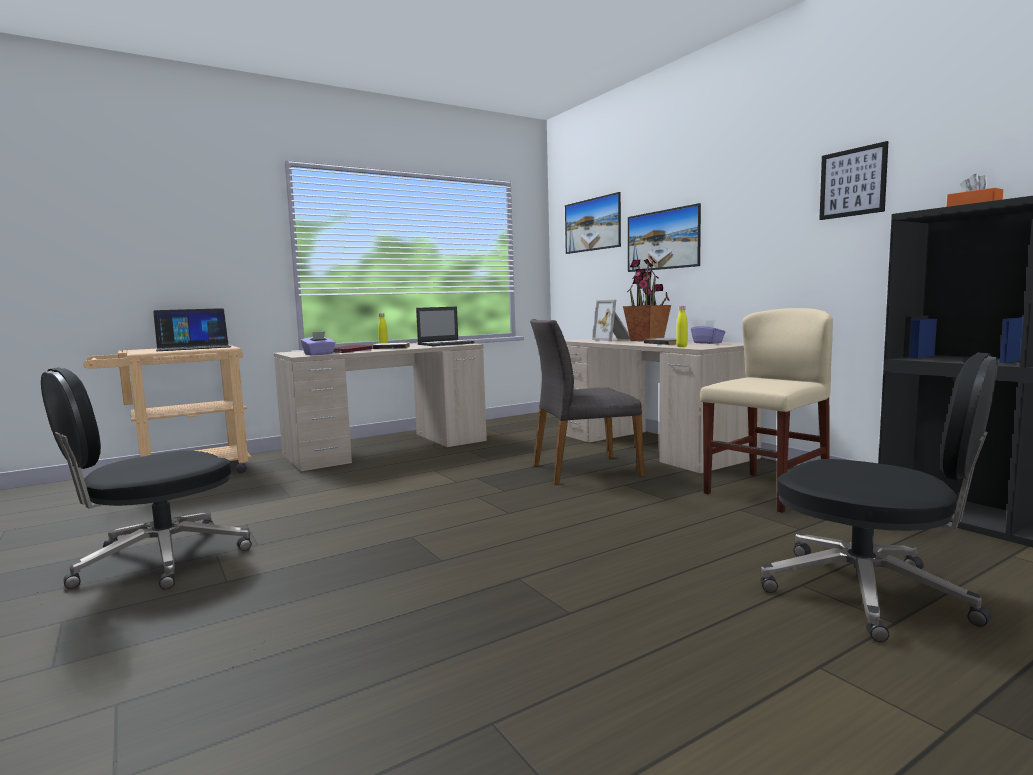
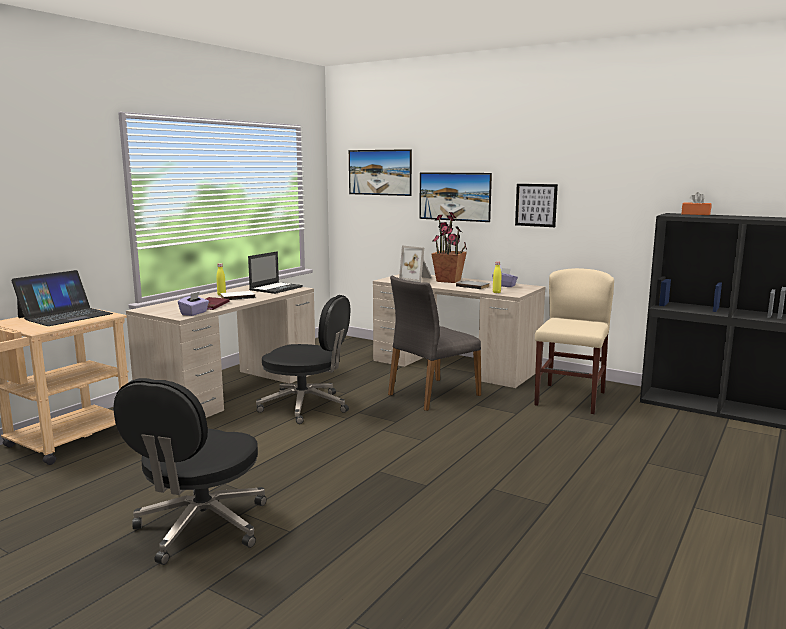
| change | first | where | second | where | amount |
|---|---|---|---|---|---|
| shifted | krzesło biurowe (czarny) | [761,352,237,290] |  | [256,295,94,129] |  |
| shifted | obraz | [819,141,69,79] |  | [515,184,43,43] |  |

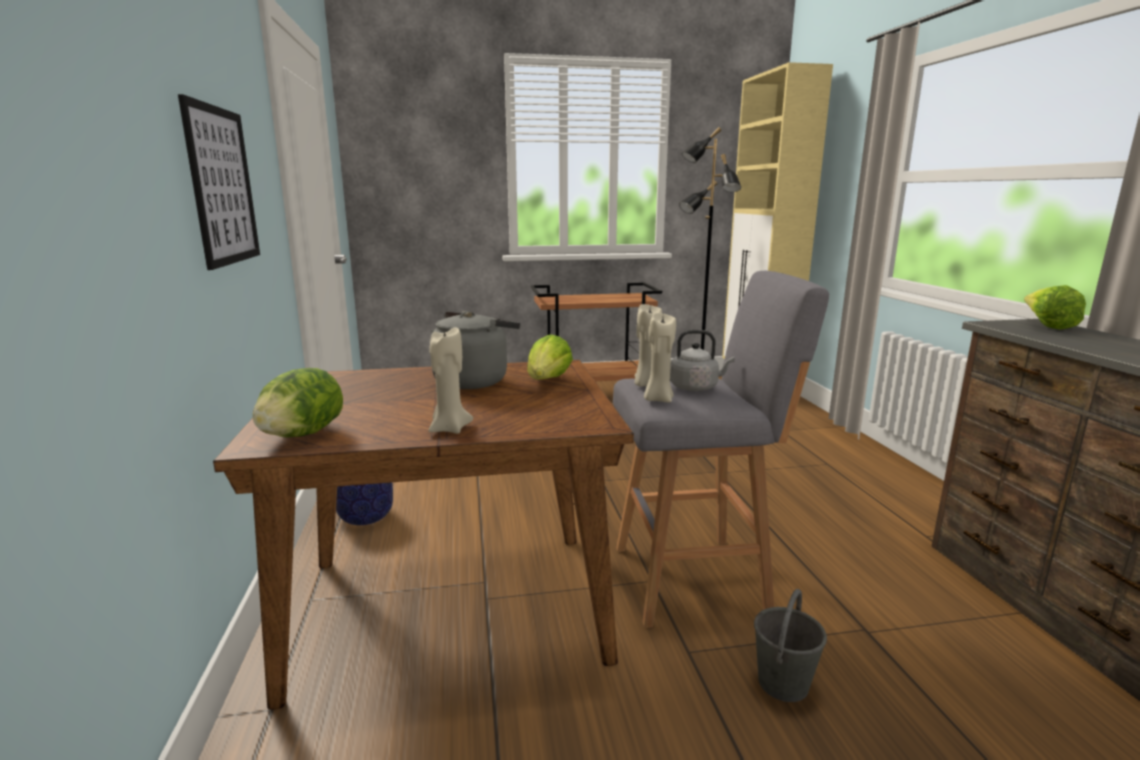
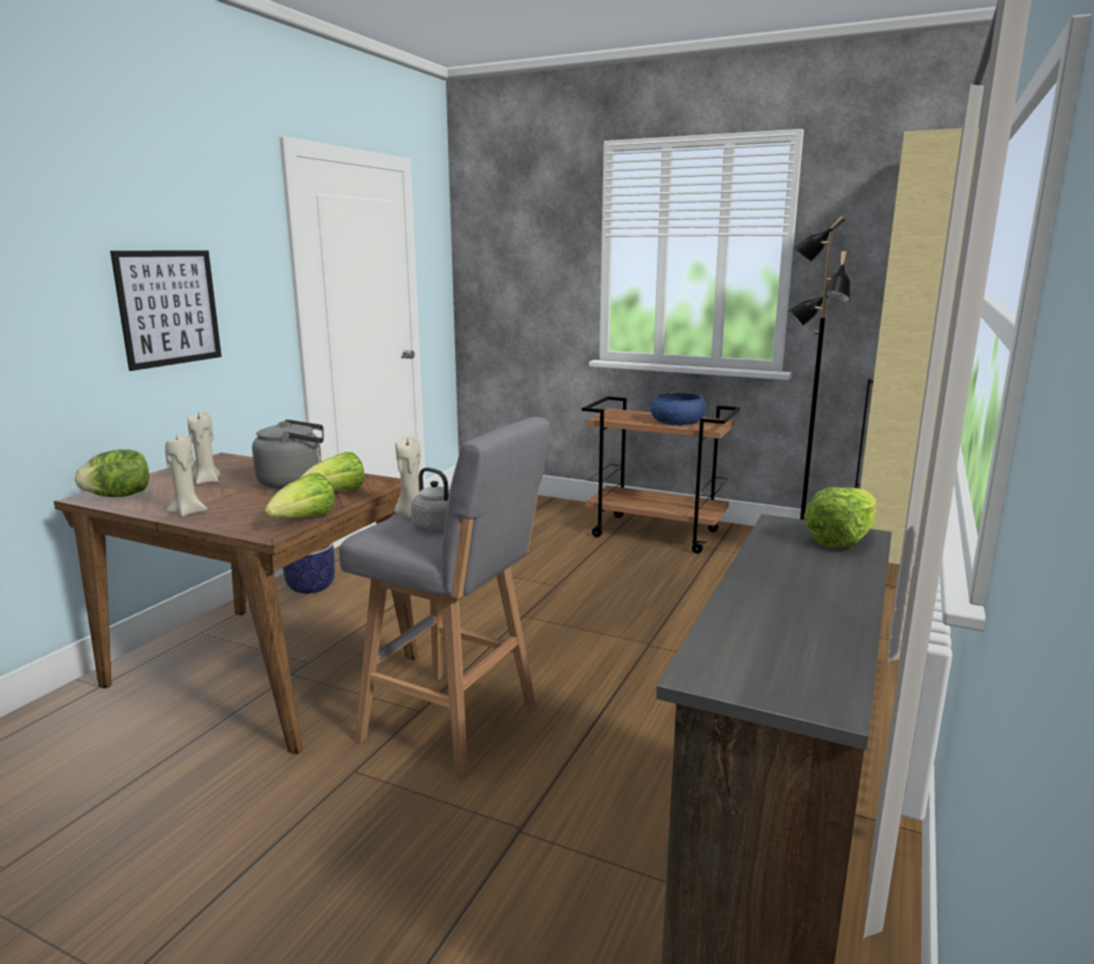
| change | first | where | second | where | amount |
|---|---|---|---|---|---|
| shifted | świeca (beżowy) | [644,313,32,90] |  | [188,411,32,73] |  |
| gone | wiadro (szary) | [754,589,73,113] |  |  |  |
| new |  |  | sałata | [265,473,70,45] |  |
| new |  |  | miska (niebieski) | [651,392,55,33] |  |

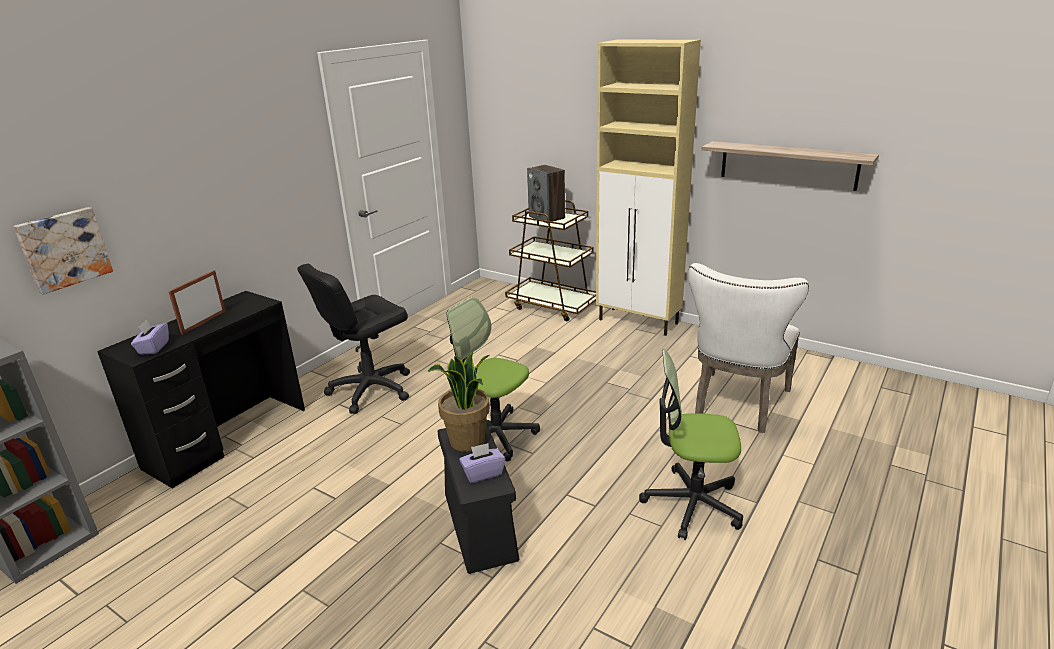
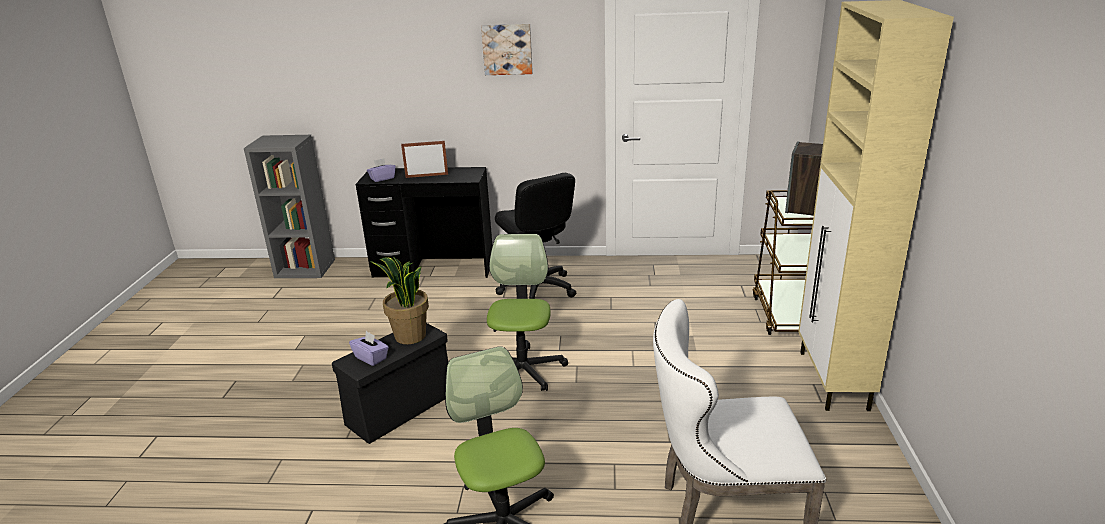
| change | first | where | second | where | amount |
|---|---|---|---|---|---|
| shifted | obraz | [14,207,99,88] |  | [481,24,52,51] |  |
| rotated | krzesło biurowe (czarny) | [297,264,113,150] |  | [495,173,81,126] | 135 degrees counterclockwise |
| gone | półka | [702,141,177,50] |  |  |  |

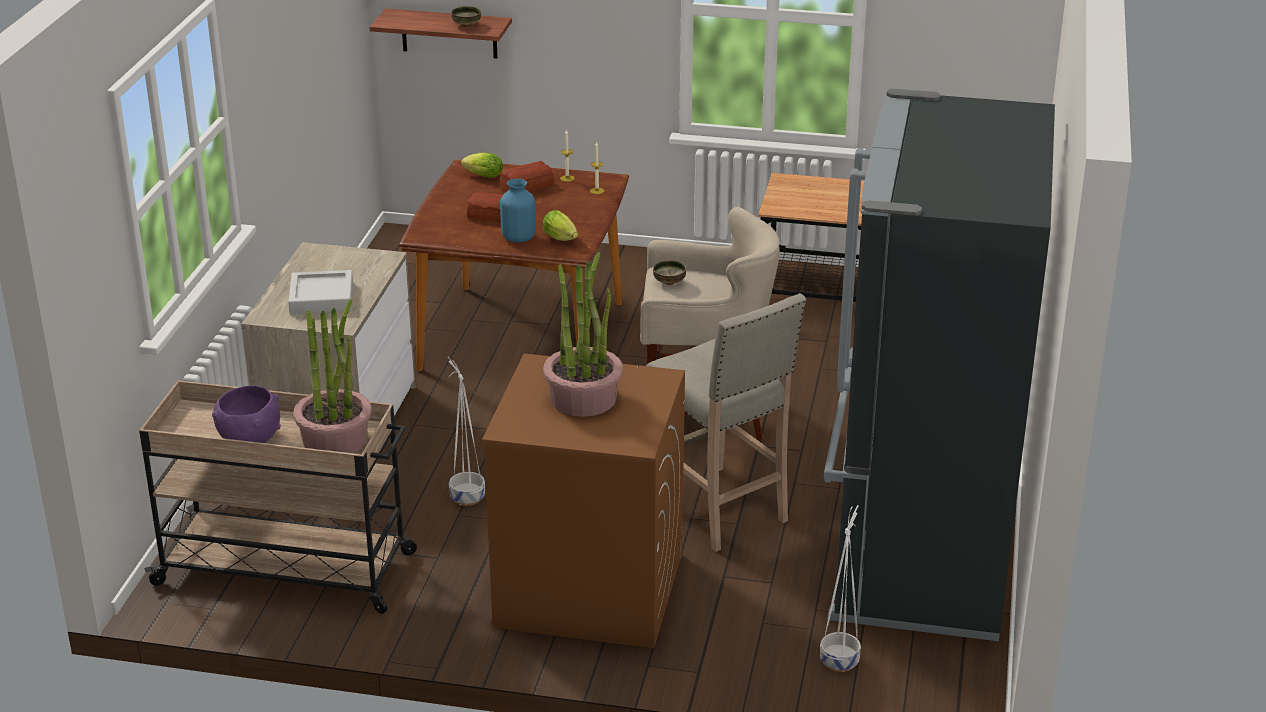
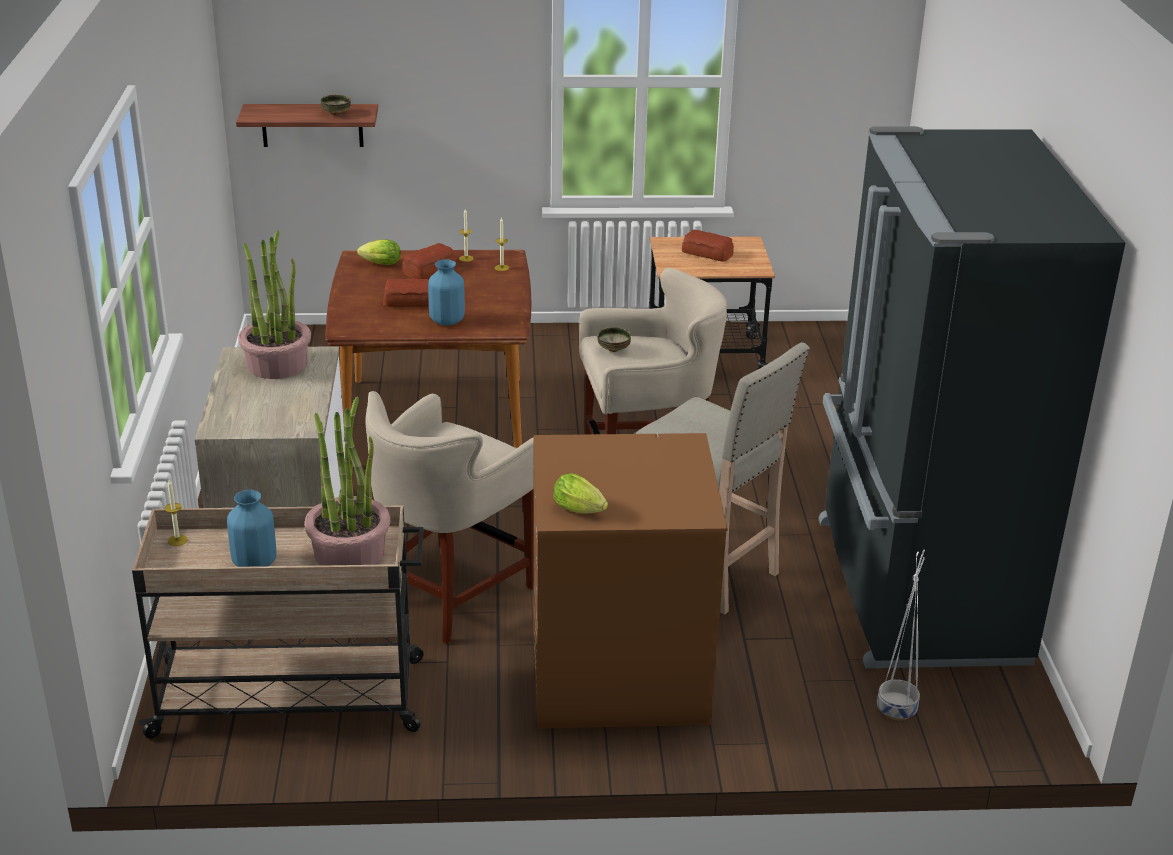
| change | first | where | second | where | amount |
|---|---|---|---|---|---|
| swapped | miska (fioletowy) | [212,385,69,58] | wazon (niebieski) | [227,490,50,77] |  |
| gone | taca (szary) | [288,270,65,45] |  |  |  |
| swapped | donica (biały) | [448,356,37,150] | stołek (beżowy) | [366,391,168,253] |  |
| shifted | sałata | [543,210,35,31] |  | [553,473,55,41] |  |
| shifted | roślina doniczkowa | [543,252,80,165] |  | [238,230,73,149] |  |
| new |  |  | świeca | [165,480,23,66] |  |
| new |  |  | chleb | [682,230,52,32] |  |

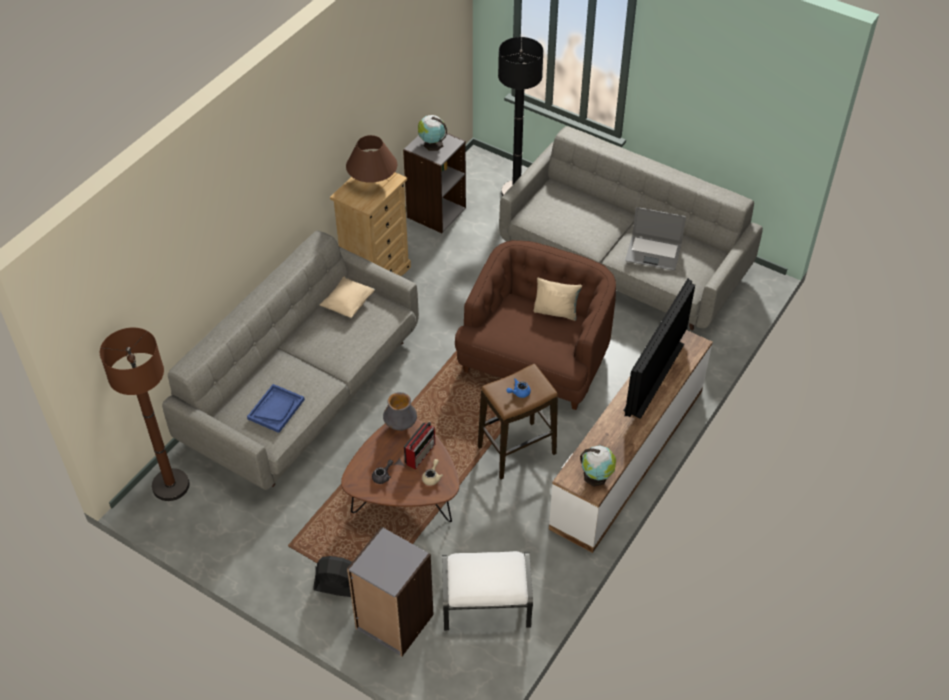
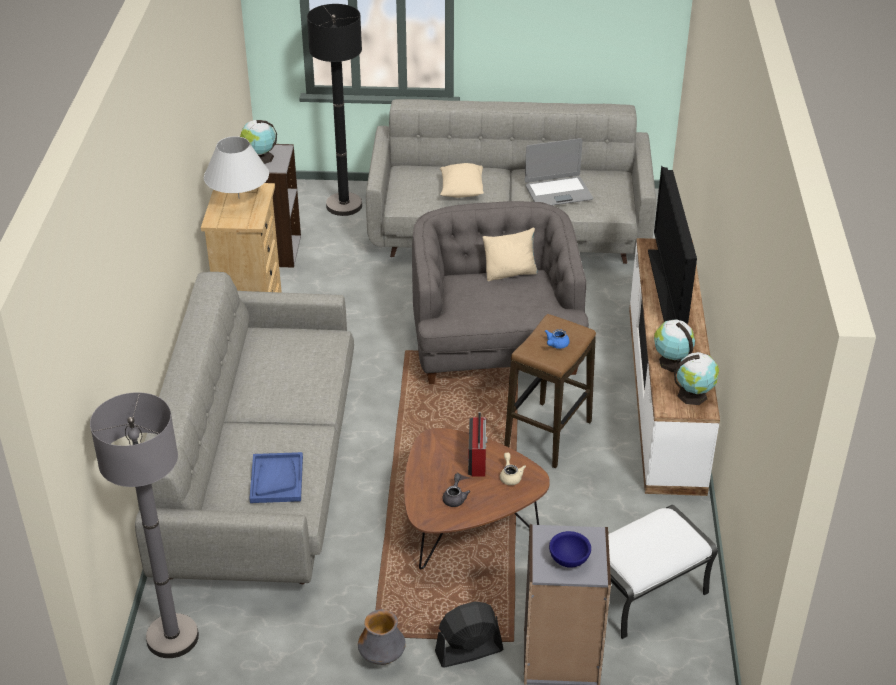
| change | first | where | second | where | amount |
|---|---|---|---|---|---|
| repainted | lampa stojąca (brązowy) | [100,328,90,173] | lampa stojąca (szary) | [90,392,109,266] |  |
| shifted | poduszka (beżowy) | [319,277,56,41] |  | [440,163,44,35] |  |
| repainted | lampa stołowa (brązowy) | [346,135,51,48] | lampa stołowa (biały) | [204,136,65,63] |  |
| shifted | wazon | [383,392,34,39] |  | [358,609,48,56] |  |
| repainted | fotel (brązowy) | [455,240,161,170] | fotel (szary) | [412,201,177,184] |  |
| new |  |  | miska (niebieski) | [549,531,42,37] |  |
| new |  |  | globus | [654,319,41,53] |  |

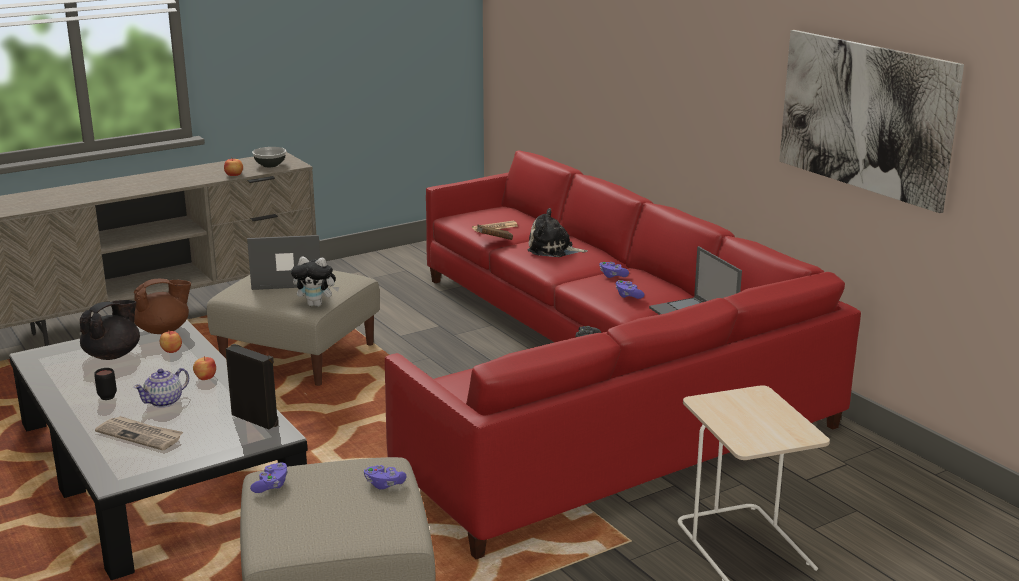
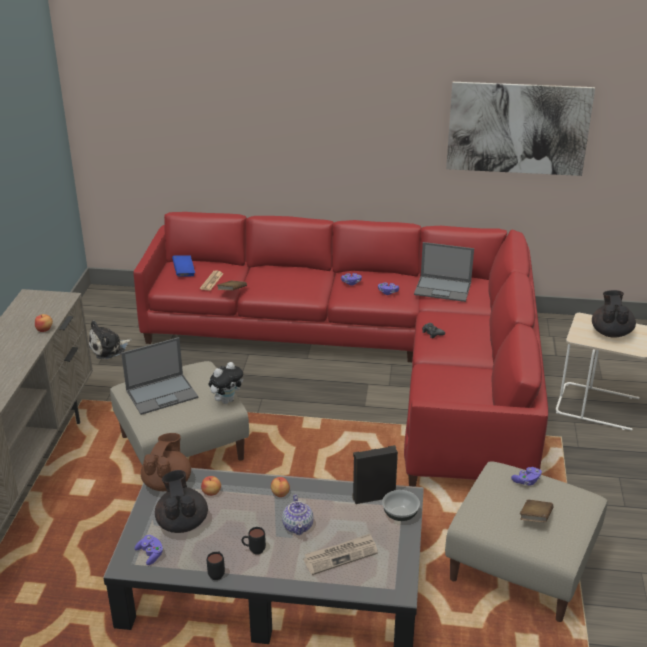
| change | first | where | second | where | amount |
|---|---|---|---|---|---|
| rotated | laptop | [247,235,73,55] |  | [121,337,77,78] | 150 degrees counterclockwise |
| shifted | pad do gier (fioletowy) | [250,463,38,30] |  | [134,535,29,30] |  |
| shifted | miska | [252,147,34,20] |  | [382,490,38,31] |  |
| shifted | pluszak | [528,208,60,49] |  | [89,320,43,39] |  |
| new |  |  | książka (niebieski) | [172,255,23,21] |  |
| new |  |  | kubek (czarny) | [207,551,18,29] |  |
| new |  |  | książka (brązowy) | [520,500,34,22] |  |
| new |  |  | imbryk (czarny) | [592,290,44,48] |  |

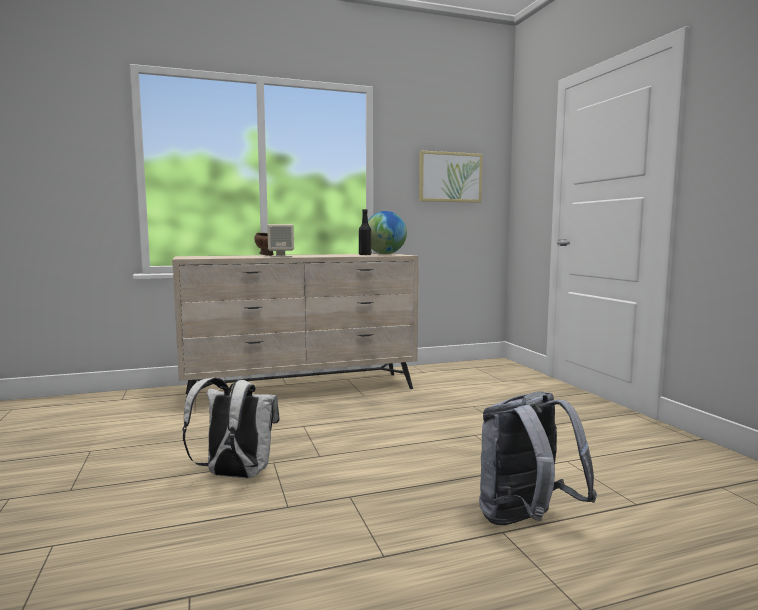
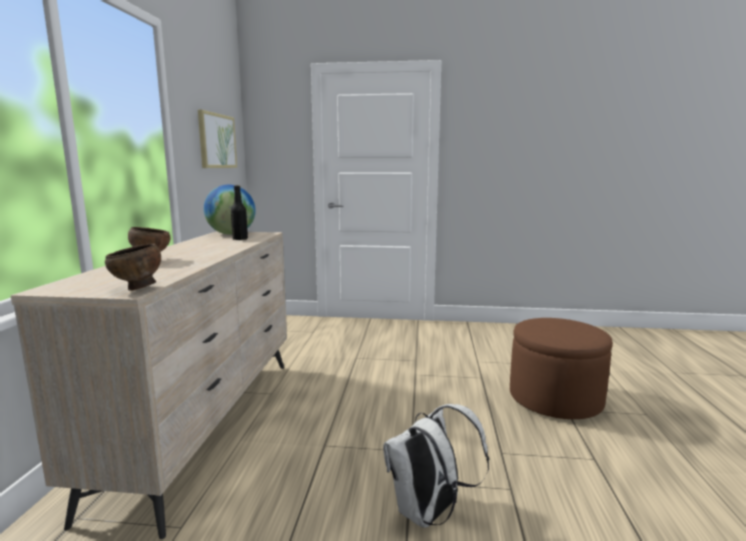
| change | first | where | second | where | amount |
|---|---|---|---|---|---|
| gone | głośnik (beżowy) | [267,224,27,33] |  |  |  |
| swapped | plecak (szary) | [479,392,118,133] | pufa (brązowy) | [510,318,103,101] |  |
| new |  |  | miska (brązowy) | [105,243,56,48] |  |

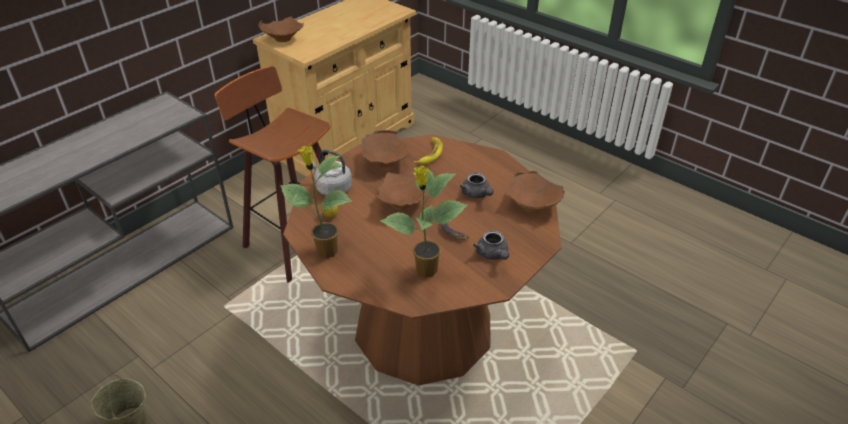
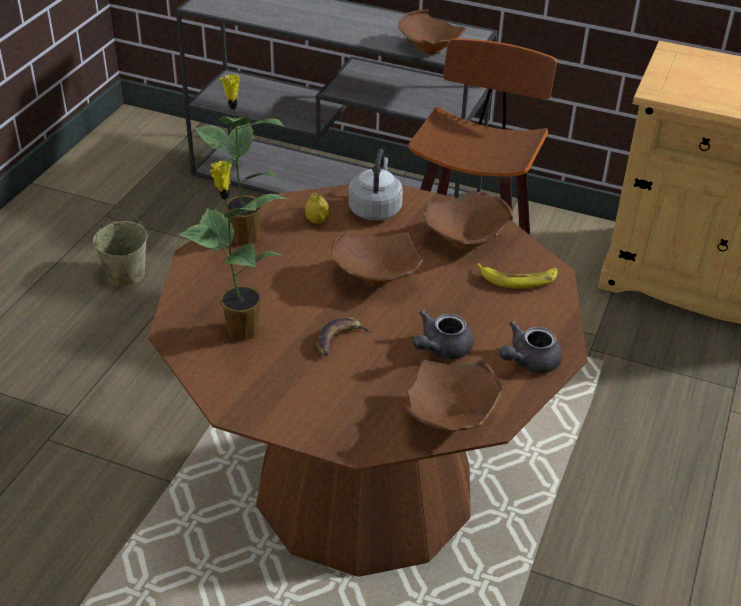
| change | first | where | second | where | amount |
|---|---|---|---|---|---|
| shifted | miska (brązowy) | [259,17,45,25] |  | [398,9,69,45] |  |
| shifted | imbryk (szary) | [473,230,36,30] |  | [499,321,63,52] |  |

